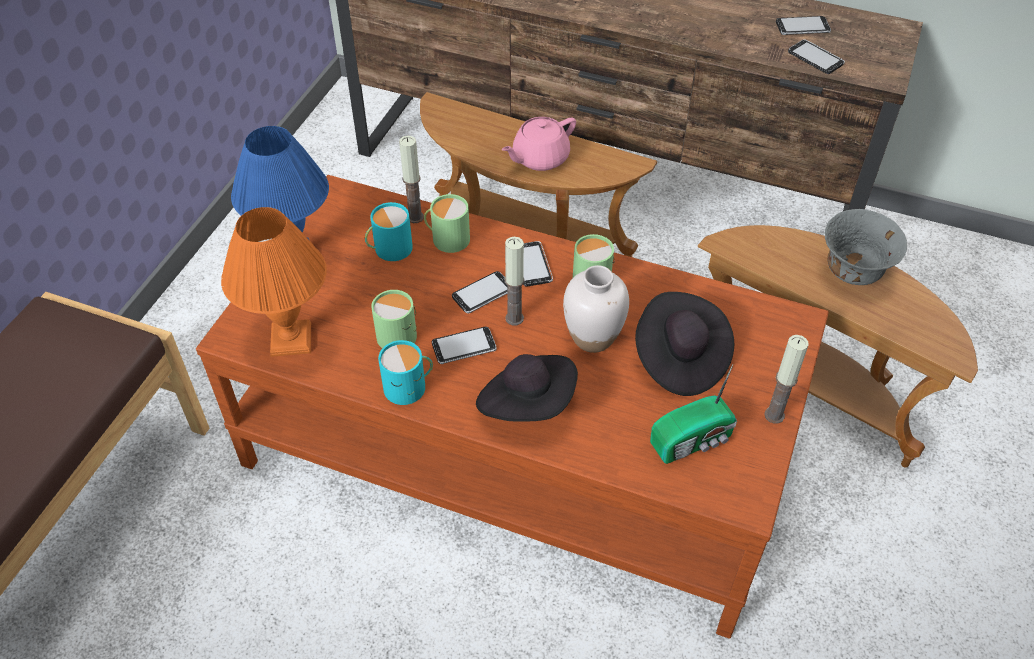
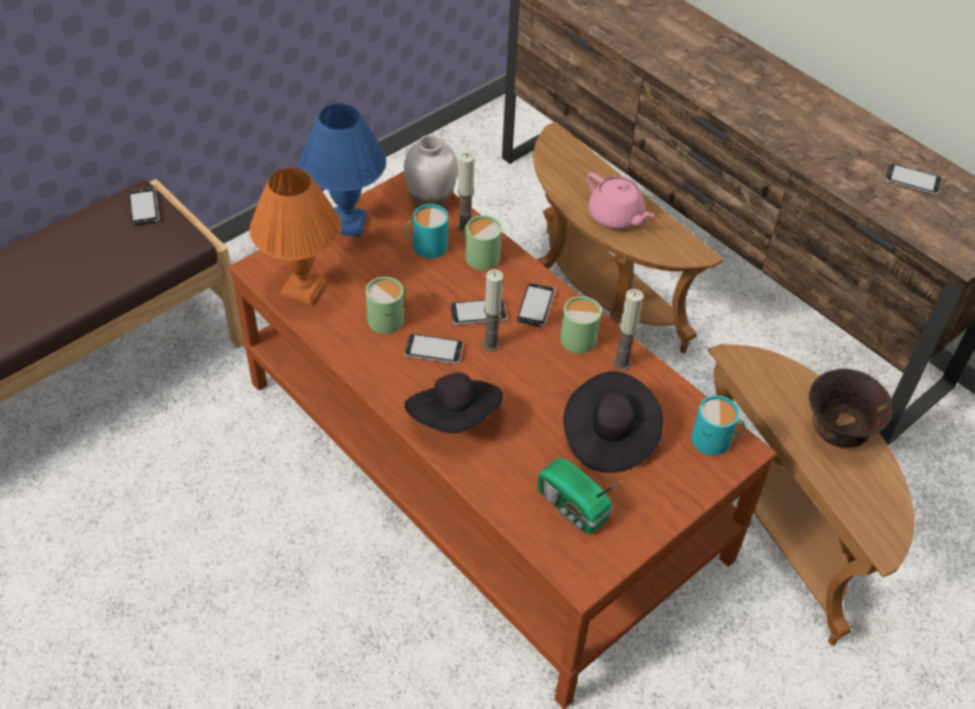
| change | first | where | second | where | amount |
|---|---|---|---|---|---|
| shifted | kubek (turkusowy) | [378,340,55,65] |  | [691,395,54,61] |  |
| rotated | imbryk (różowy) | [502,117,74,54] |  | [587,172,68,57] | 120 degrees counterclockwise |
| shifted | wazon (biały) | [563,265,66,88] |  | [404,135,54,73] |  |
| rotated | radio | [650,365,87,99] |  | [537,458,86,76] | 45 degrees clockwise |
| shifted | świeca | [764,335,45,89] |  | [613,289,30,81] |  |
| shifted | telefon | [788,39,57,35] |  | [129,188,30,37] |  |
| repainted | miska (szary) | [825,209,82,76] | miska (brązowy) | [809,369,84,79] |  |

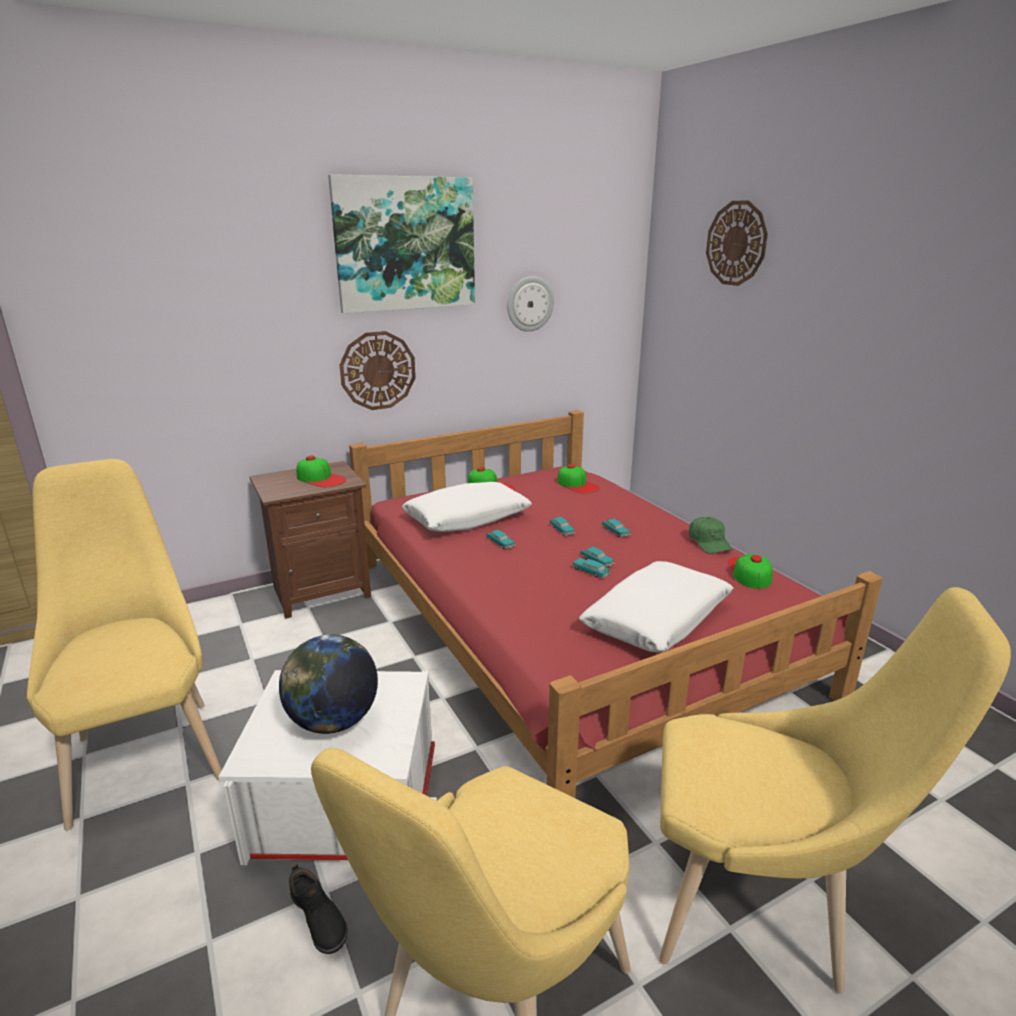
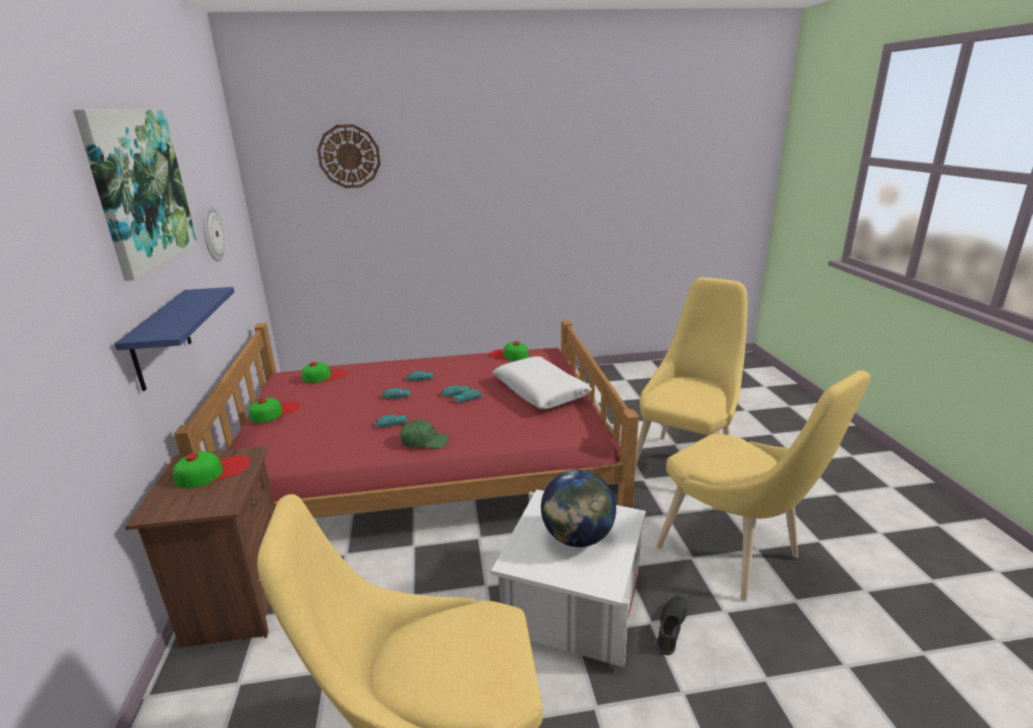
| change | first | where | second | where | amount |
|---|---|---|---|---|---|
| rotated | but (czarny) | [289,864,59,90] |  | [656,596,31,59] | 45 degrees counterclockwise |
| swapped | zegar ścienny | [339,331,77,79] | półka (niebieski) | [115,287,119,104] |  |
| gone | poduszka (biały) | [402,482,130,50] |  |  |  |
| shifted | czapka z daszkiem (zielony) | [689,517,44,37] |  | [400,419,49,30] |  |

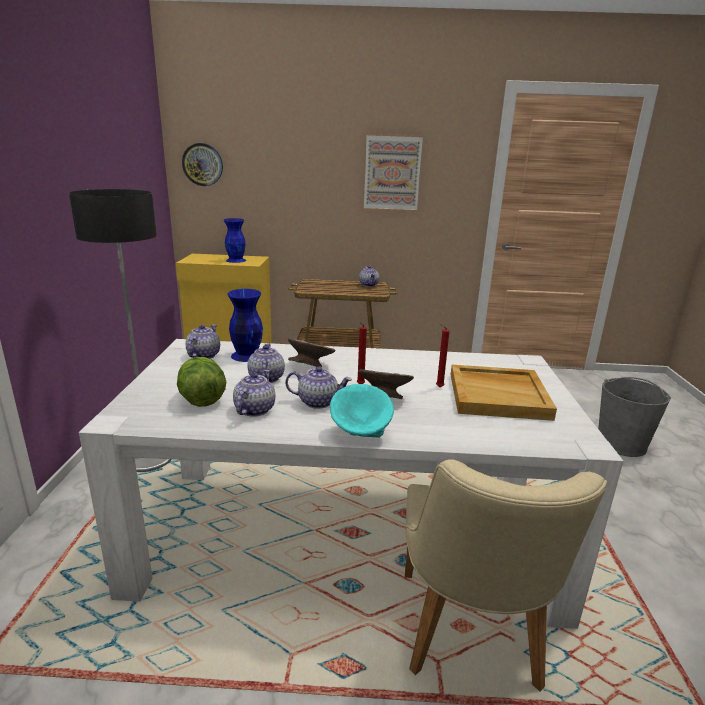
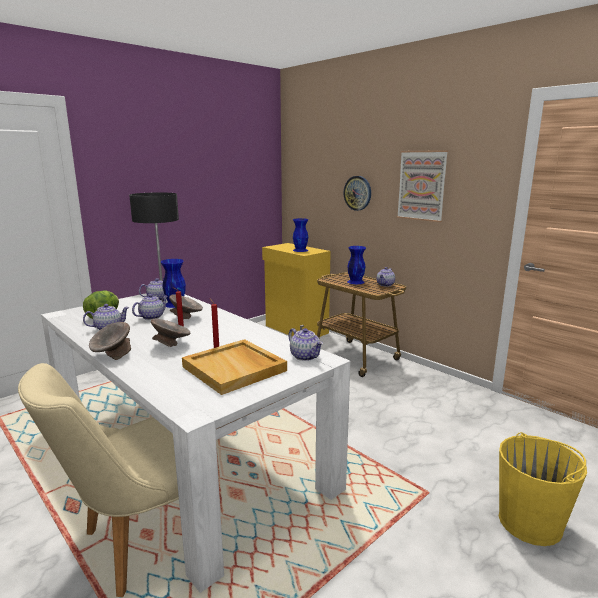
| change | first | where | second | where | amount |
|---|---|---|---|---|---|
| shifted | zegar ścienny | [182,143,41,43] |  | [343,176,28,35] |  |
| shifted | imbryk | [285,366,67,43] |  | [288,328,35,33] |  |
| repainted | miska (turkusowy) | [330,384,64,54] | miska (szary) | [89,322,42,38] |  |
| repainted | wiadro (szary) | [598,377,73,80] | wiadro (żółty) | [499,432,88,114] |  |
| new |  |  | wazon (niebieski) | [347,246,19,38] |  |

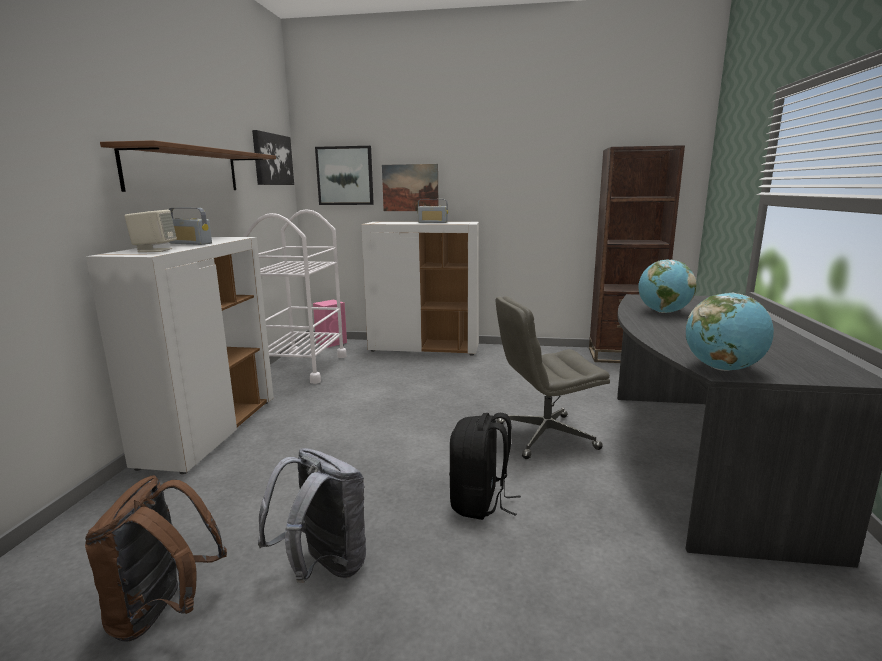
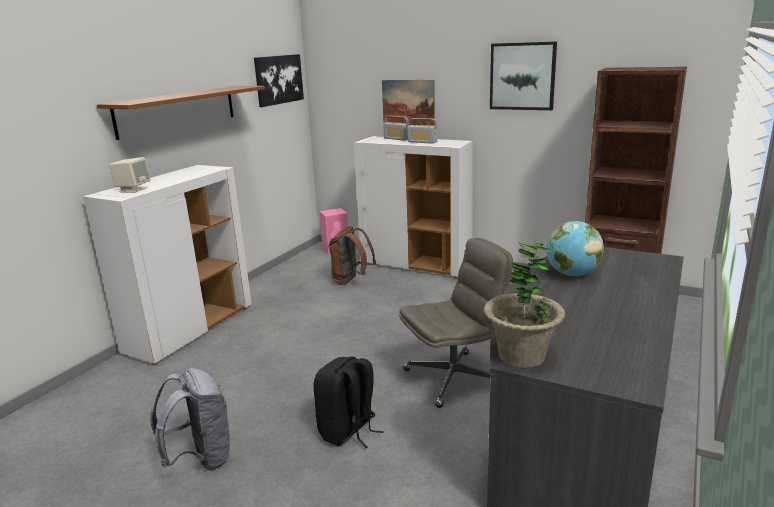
| change | first | where | second | where | amount |
|---|---|---|---|---|---|
| shifted | plecak (brązowy) | [85,475,142,167] |  | [329,226,47,59] |  |
| shifted | radio | [168,208,44,37] |  | [383,115,25,26] |  |
| gone | wózek (biały) | [243,209,104,175] |  |  |  |
| shifted | obraz | [315,146,59,59] |  | [490,42,67,68] |  |
| rotated | krzesło biurowe (szary) | [496,296,114,163] |  | [399,238,114,170] | 150 degrees clockwise |
| swapped | globus | [686,292,88,79] | roślina doniczkowa | [484,242,81,126] |  |

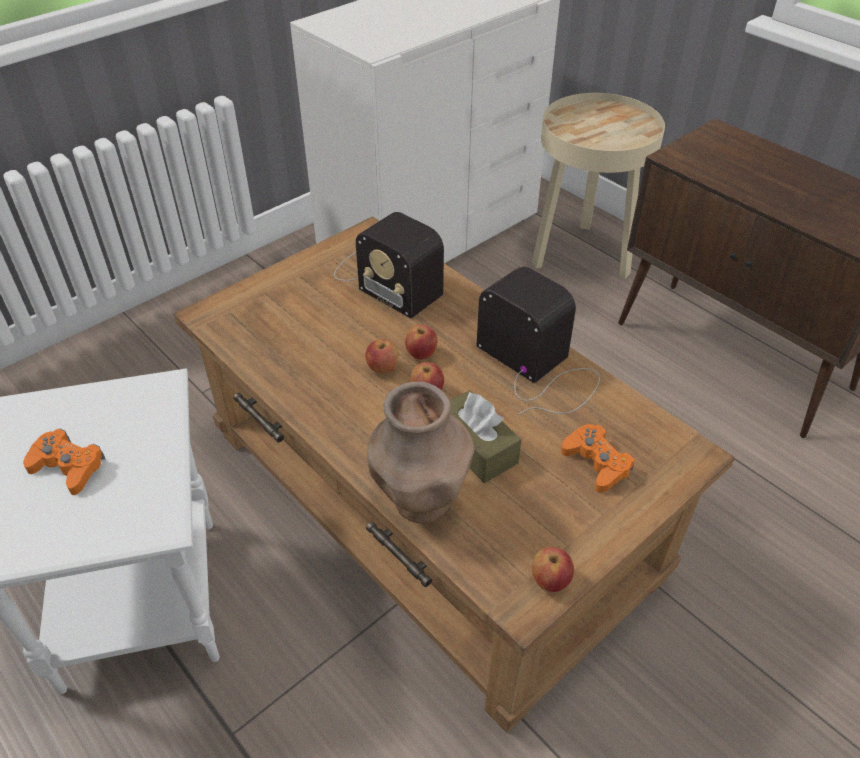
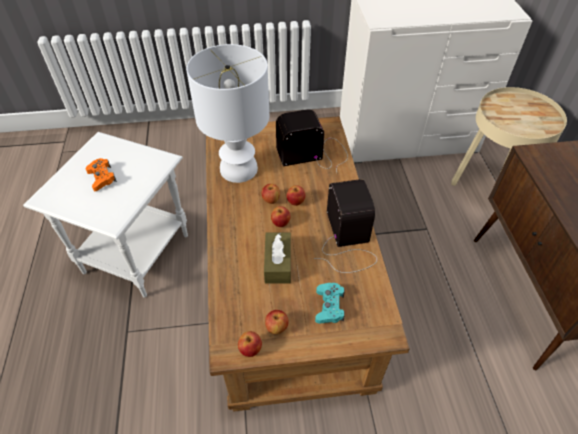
| change | first | where | second | where | amount |
|---|---|---|---|---|---|
| rotated | radio | [334,212,110,106] |  | [276,110,72,62] | 90 degrees clockwise |
| gone | wazon (brązowy) | [367,381,107,143] |  |  |  |
| repainted | pad do gier (pomarańczowy) | [561,424,74,69] | pad do gier (turkusowy) | [315,283,30,41] |  |
| new |  |  | lampa stołowa (biały) | [186,44,84,139] |  |
| new |  |  | jabłko | [265,310,24,24] |  |

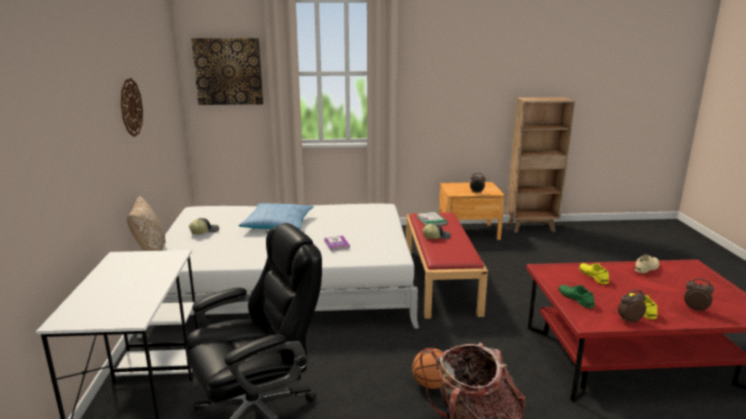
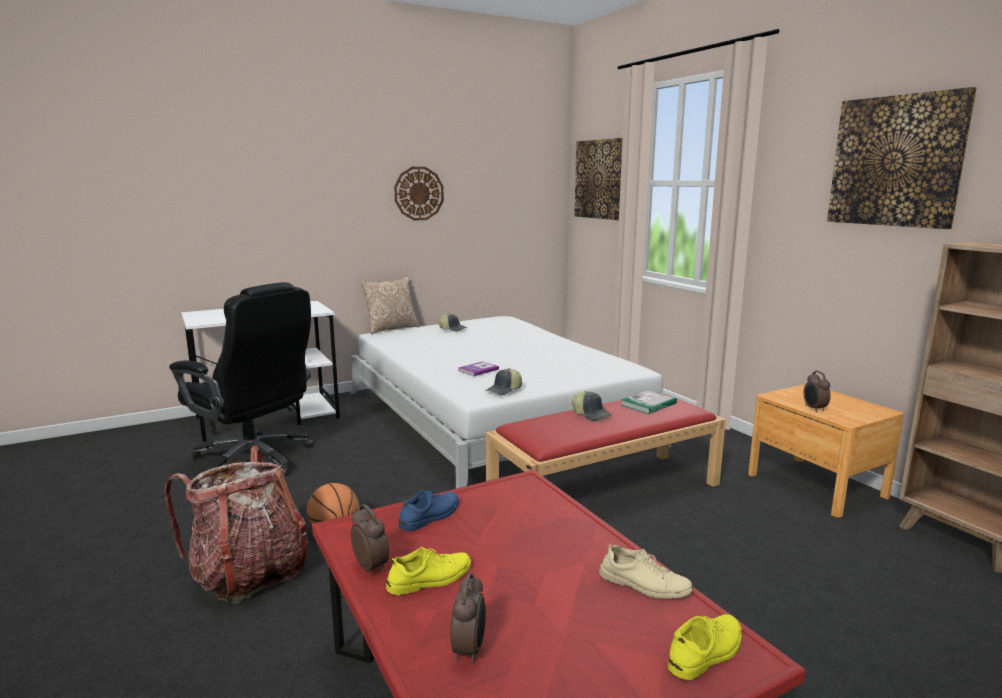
| change | first | where | second | where | amount |
|---|---|---|---|---|---|
| gone | poduszka | [238,203,76,26] |  |  |  |
| repainted | but (zielony) | [559,285,36,23] | but (niebieski) | [399,490,60,41] |  |
| shifted | but (żółty) | [579,263,30,21] |  | [668,614,74,66] |  |
| new |  |  | czapka z daszkiem | [485,368,37,27] |  |
| new |  |  | obraz | [827,87,150,142] |  |

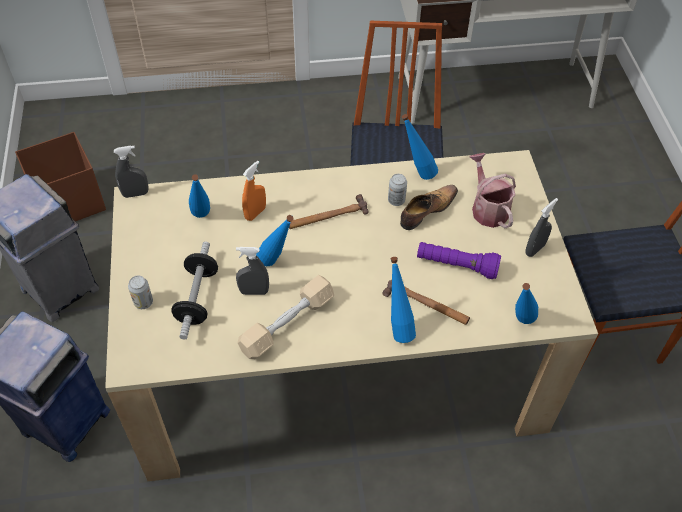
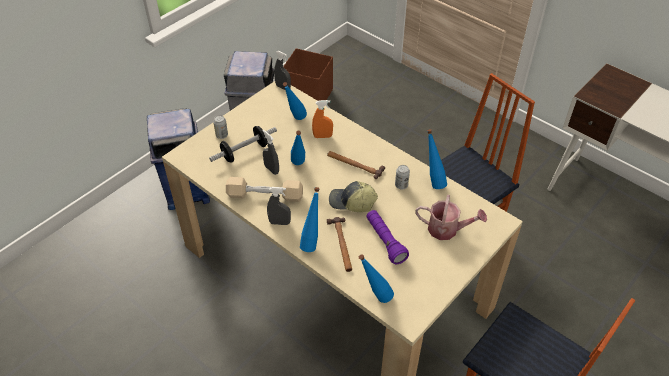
| change | first | where | second | where | amount |
|---|---|---|---|---|---|
| gone | but | [400,185,58,45] |  |  |  |
| rotated | konewka | [470,153,46,75] |  | [416,195,71,45] | 75 degrees clockwise |
| shifted | spryskiwacz (szary) | [525,198,33,59] |  | [267,187,24,38] |  |
| new |  |  | czapka z daszkiem | [329,181,49,31] |  |

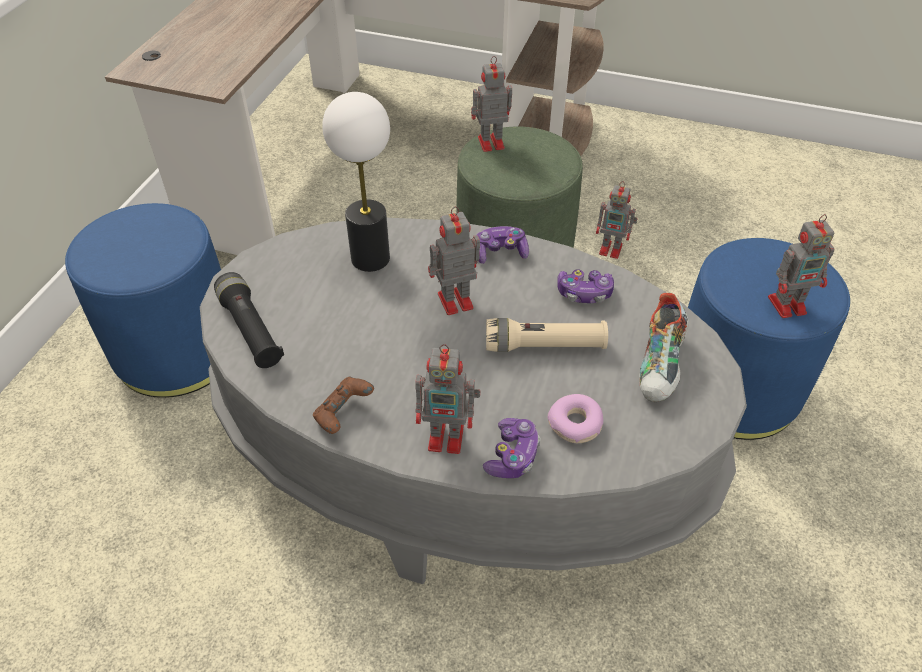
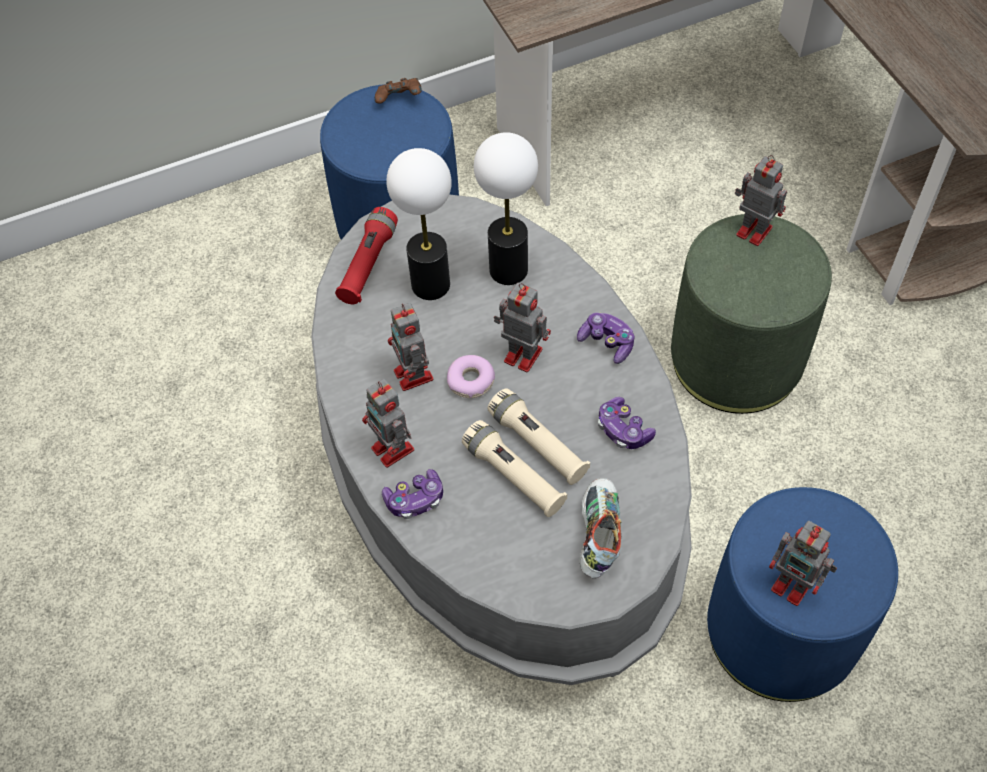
| change | first | where | second | where | amount |
|---|---|---|---|---|---|
| repainted | latarka (czarny) | [214,272,70,96] | latarka (czerwony) | [335,207,63,97] |  |
| shifted | pad do gier (brązowy) | [313,377,61,57] |  | [375,78,47,26] |  |
| shifted | donut | [548,394,55,49] |  | [447,355,48,43] |  |
| shifted | robot zabawkowy | [596,181,42,78] |  | [388,303,46,88] |  |
| rotated | but | [639,293,50,109] |  | [579,478,43,101] | 120 degrees clockwise |
| new |  |  | lampa stołowa | [386,148,66,152] |  |
| new |  |  | latarka (beżowy) | [462,420,105,97] |  |

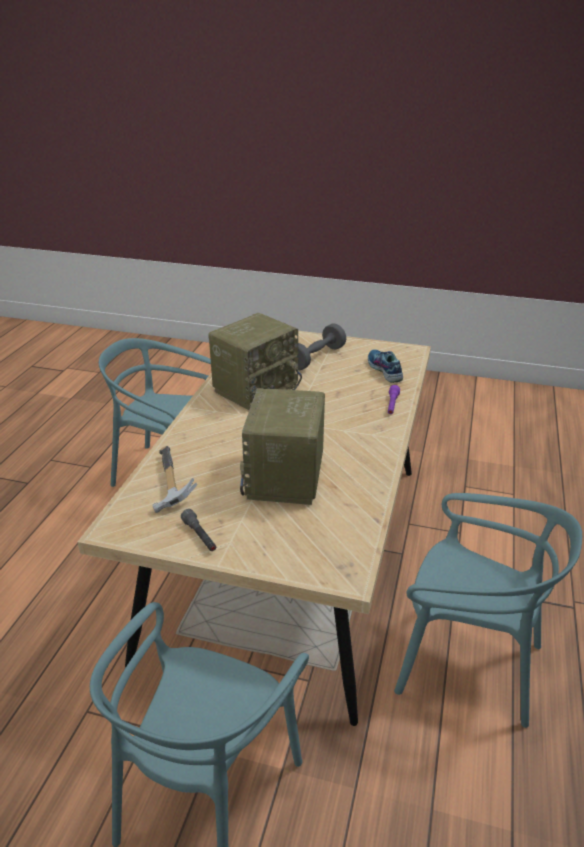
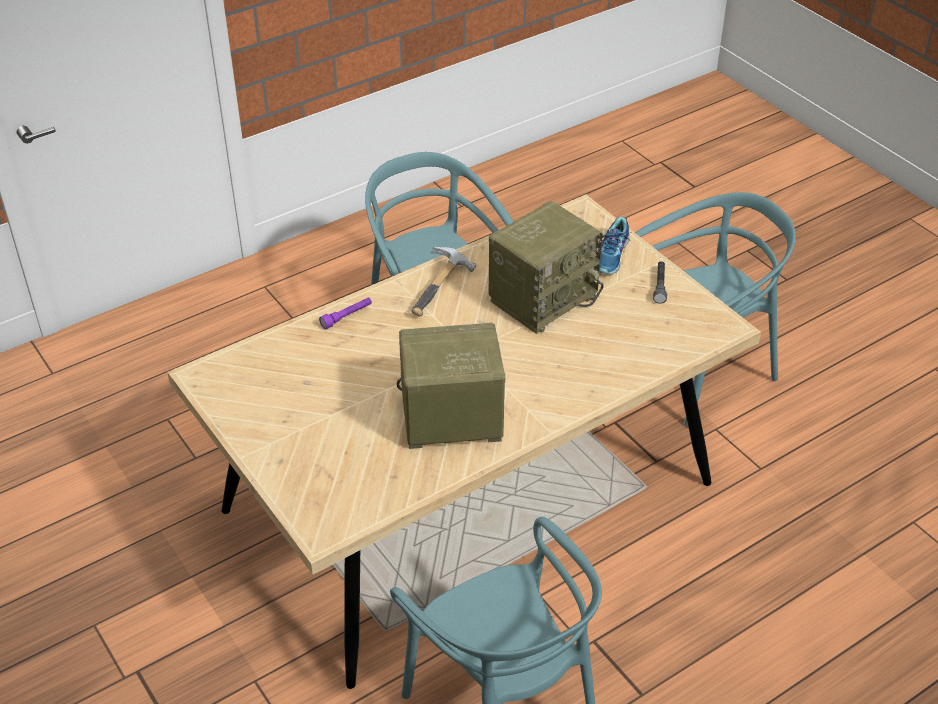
| change | first | where | second | where | amount |
|---|---|---|---|---|---|
| shifted | młotek | [152,446,45,67] |  | [411,247,66,69] |  |
| gone | hantel (szary) | [295,323,51,47] |  |  |  |
| shifted | but | [368,350,35,33] |  | [596,217,35,57] |  |

